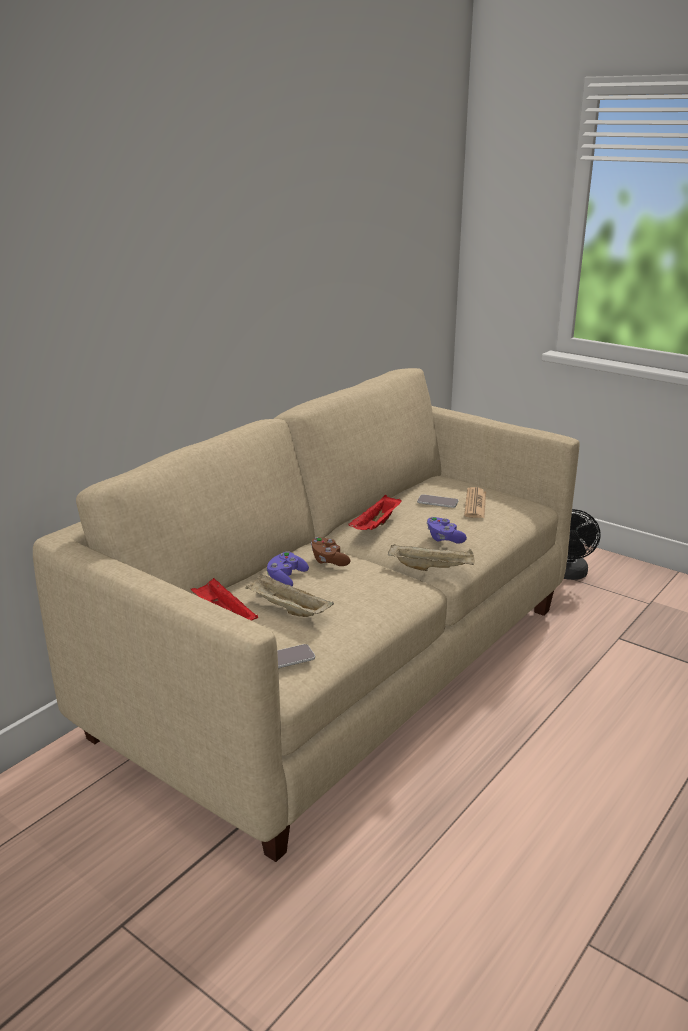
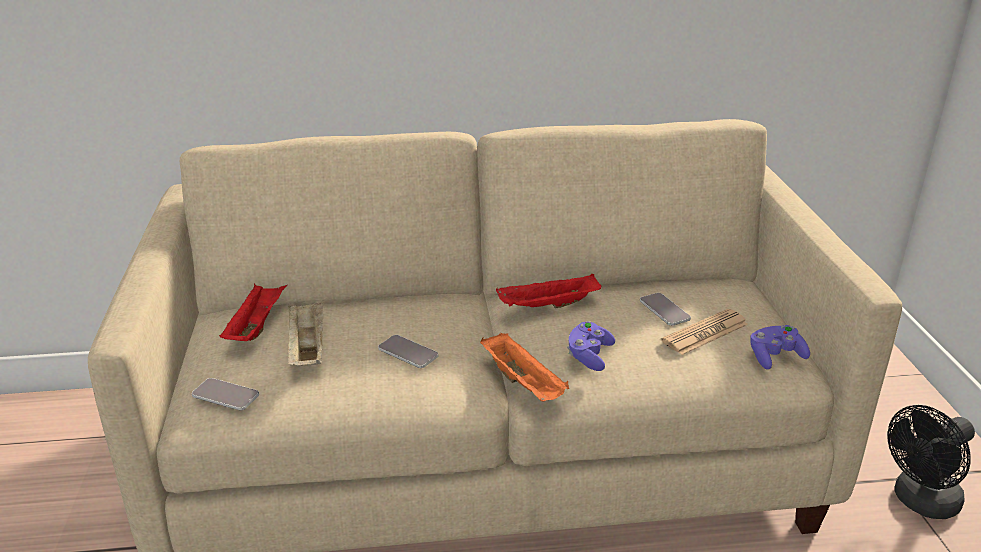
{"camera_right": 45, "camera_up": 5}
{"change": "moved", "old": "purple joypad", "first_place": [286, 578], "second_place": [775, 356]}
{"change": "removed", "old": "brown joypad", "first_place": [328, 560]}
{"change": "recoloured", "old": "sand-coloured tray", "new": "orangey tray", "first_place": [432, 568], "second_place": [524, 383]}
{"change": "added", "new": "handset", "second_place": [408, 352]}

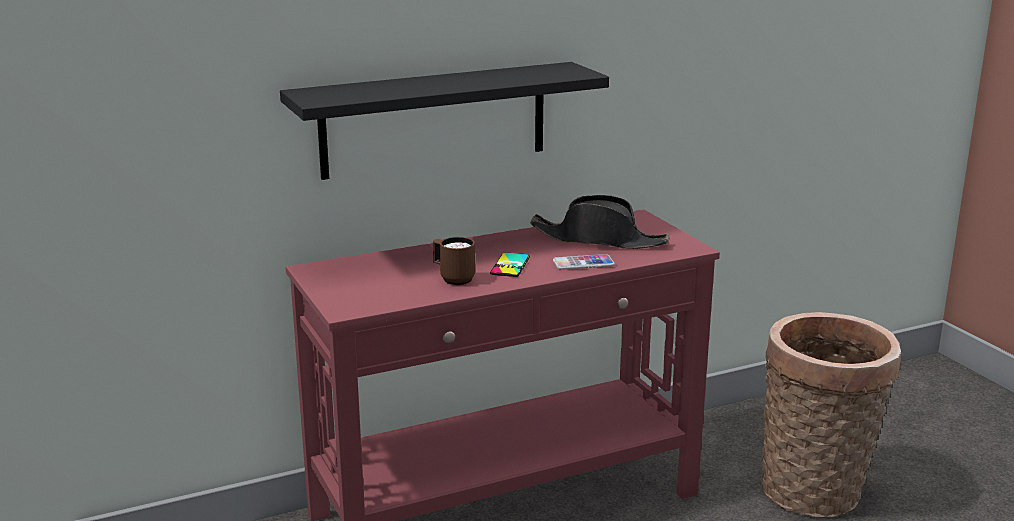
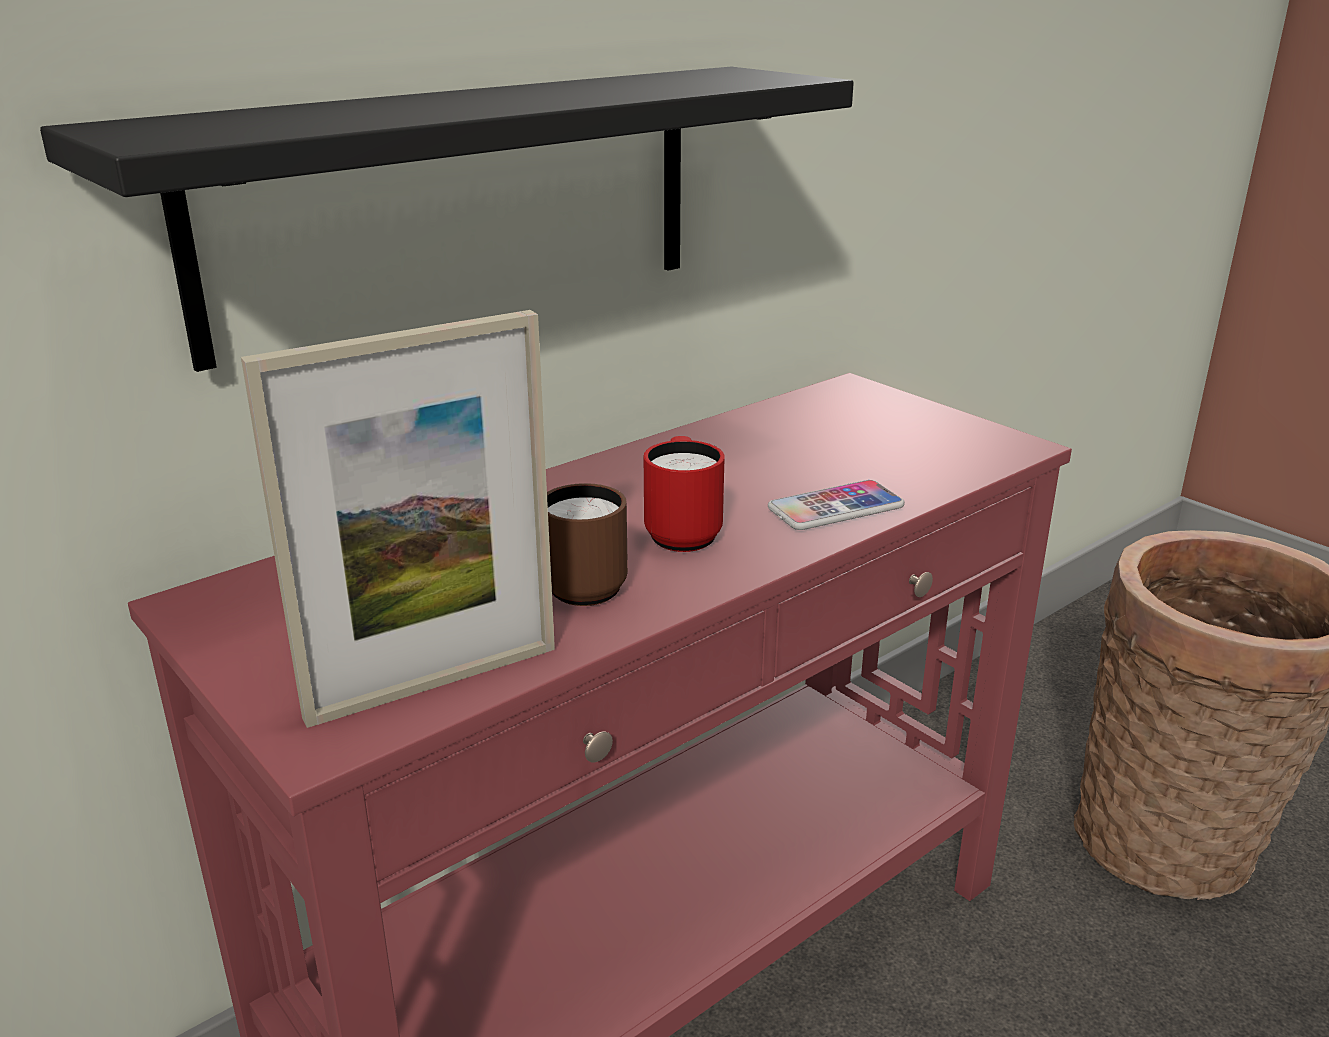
{"camera_right": -15, "camera_up": 5}
{"change": "replaced", "old": "handset", "new": "red coffee mug", "first_place": [510, 265], "second_place": [682, 532]}
{"change": "removed", "old": "blackish clothing hat", "first_place": [599, 240]}
{"change": "added", "new": "picture frame", "second_place": [434, 682]}

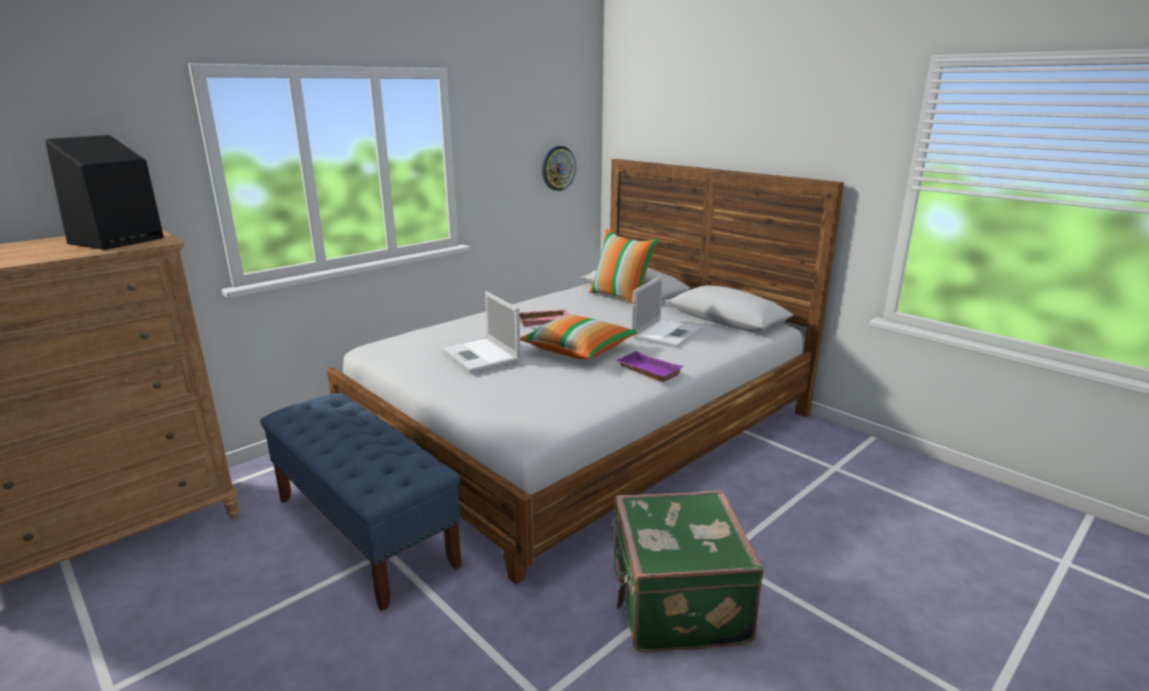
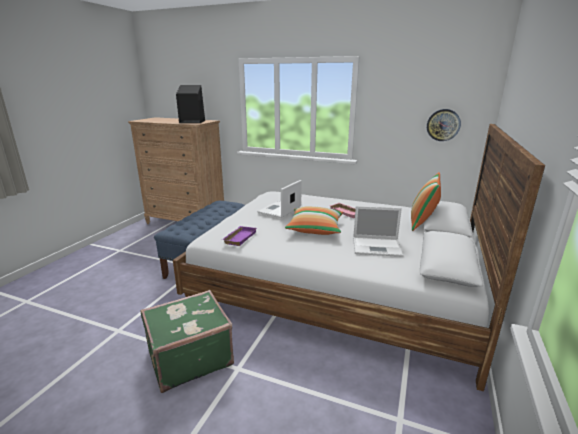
{"camera_right": 65, "camera_up": 0}
{"change": "moved", "old": "purple tray", "first_place": [647, 371], "second_place": [239, 237]}

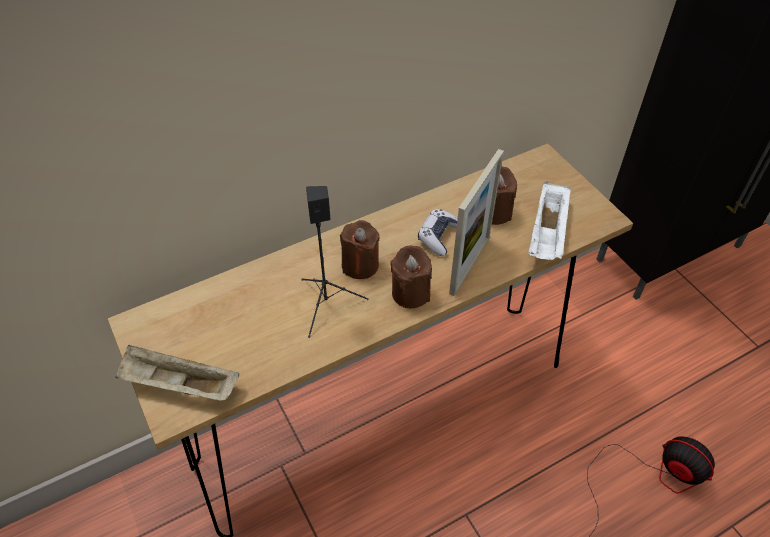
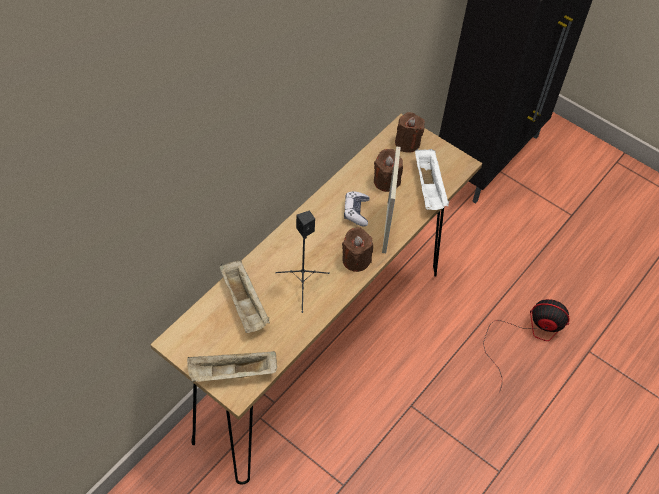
{"camera_right": -25, "camera_up": 5}
{"change": "moved", "old": "brown wax candle", "first_place": [360, 265], "second_place": [407, 143]}
{"change": "added", "new": "sand-coloured tray", "second_place": [245, 304]}

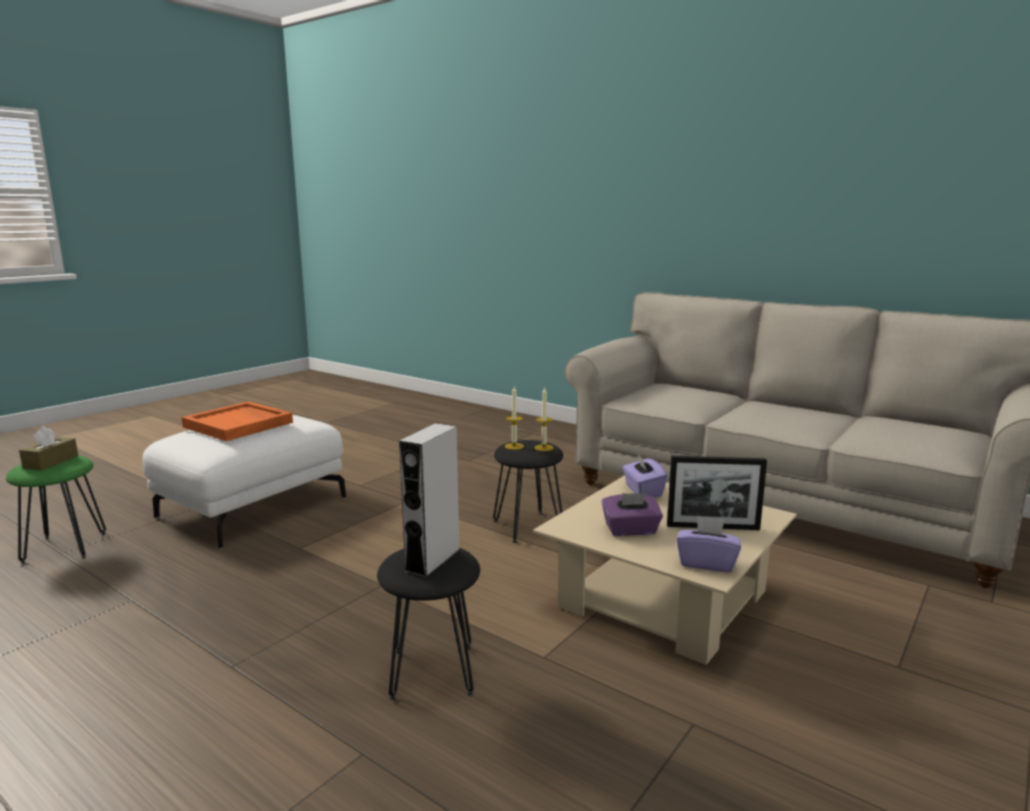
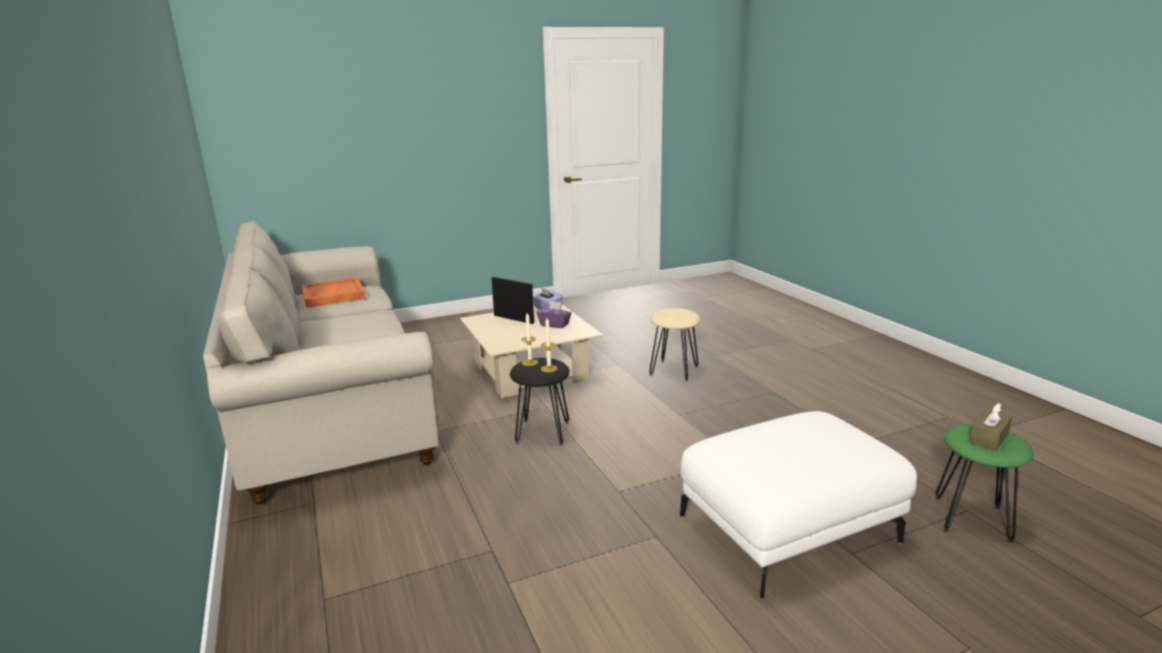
{"camera_right": -150, "camera_up": 5}
{"change": "moved", "old": "orangey tray", "first_place": [239, 425], "second_place": [333, 295]}
{"change": "recoloured", "old": "blackish stool seat", "new": "sand-coloured stool seat", "first_place": [432, 672], "second_place": [674, 370]}
{"change": "removed", "old": "gray loudspeaker", "first_place": [432, 560]}
{"change": "removed", "old": "purple box of tissues", "first_place": [643, 491]}

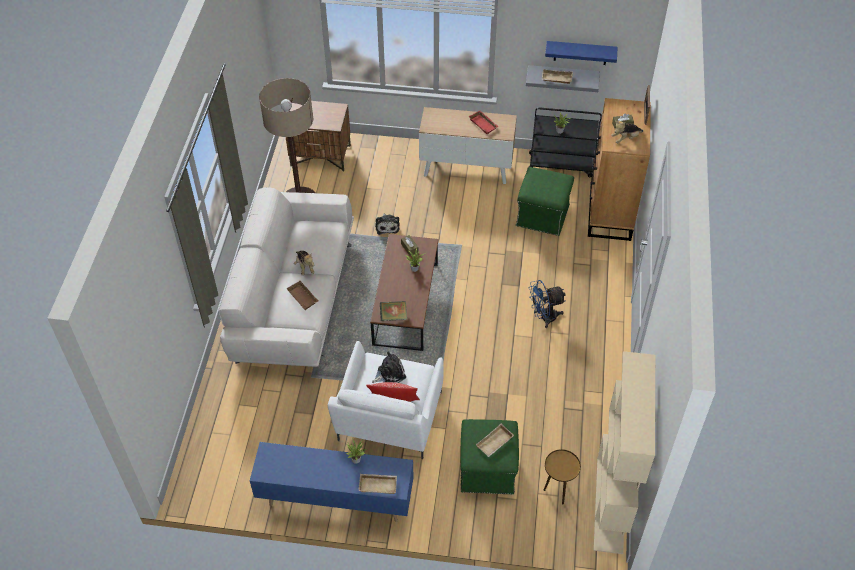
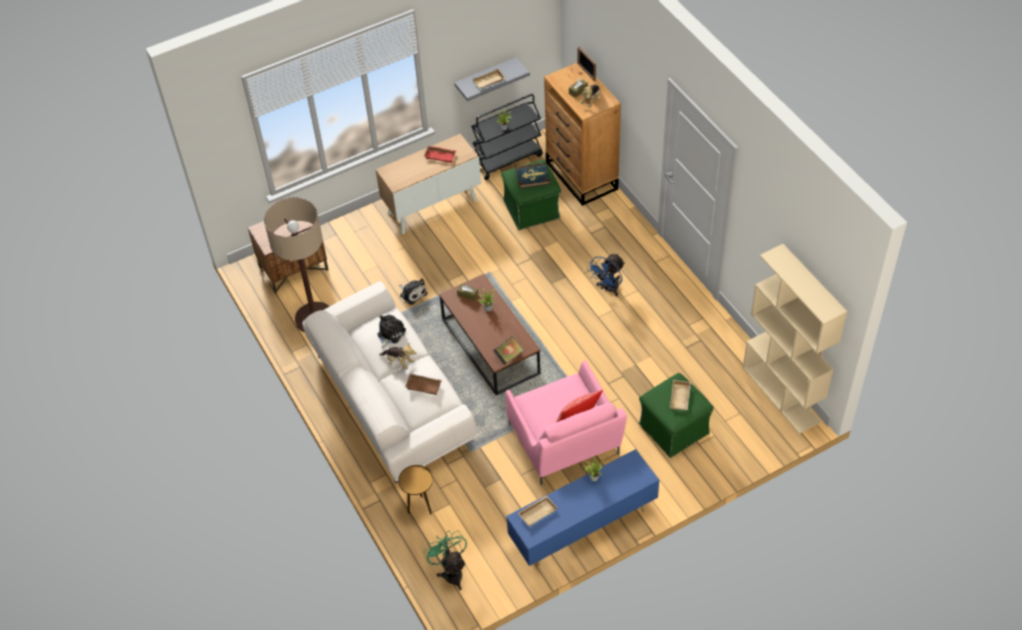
{"camera_right": -35, "camera_up": 0}
{"change": "recoloured", "old": "white easy chair", "new": "pinkish easy chair", "first_place": [388, 420], "second_place": [565, 443]}
{"change": "moved", "old": "sand-coloured tray", "first_place": [378, 484], "second_place": [537, 512]}
{"change": "moved", "old": "plush toy", "first_place": [389, 373], "second_place": [390, 334]}
{"change": "moved", "old": "brown accent table", "first_place": [557, 492], "second_place": [420, 507]}
{"change": "removed", "old": "bluish bracket shelf", "first_place": [580, 53]}
{"change": "added", "new": "greenish cooling fan", "second_place": [451, 572]}
{"change": "added", "new": "book", "second_place": [532, 177]}

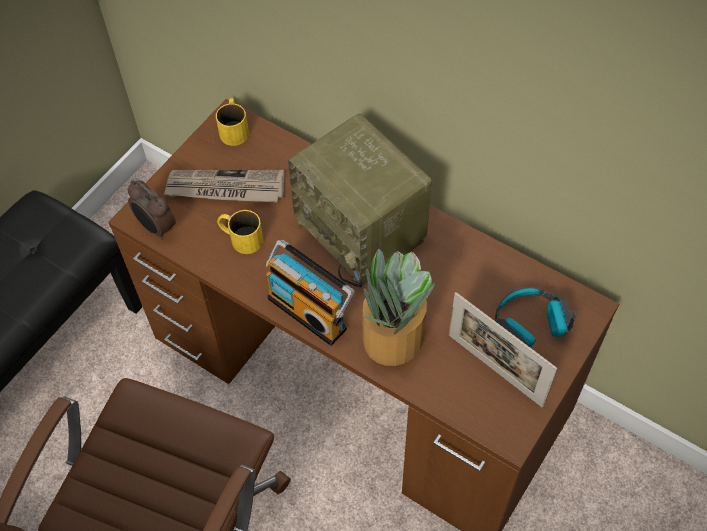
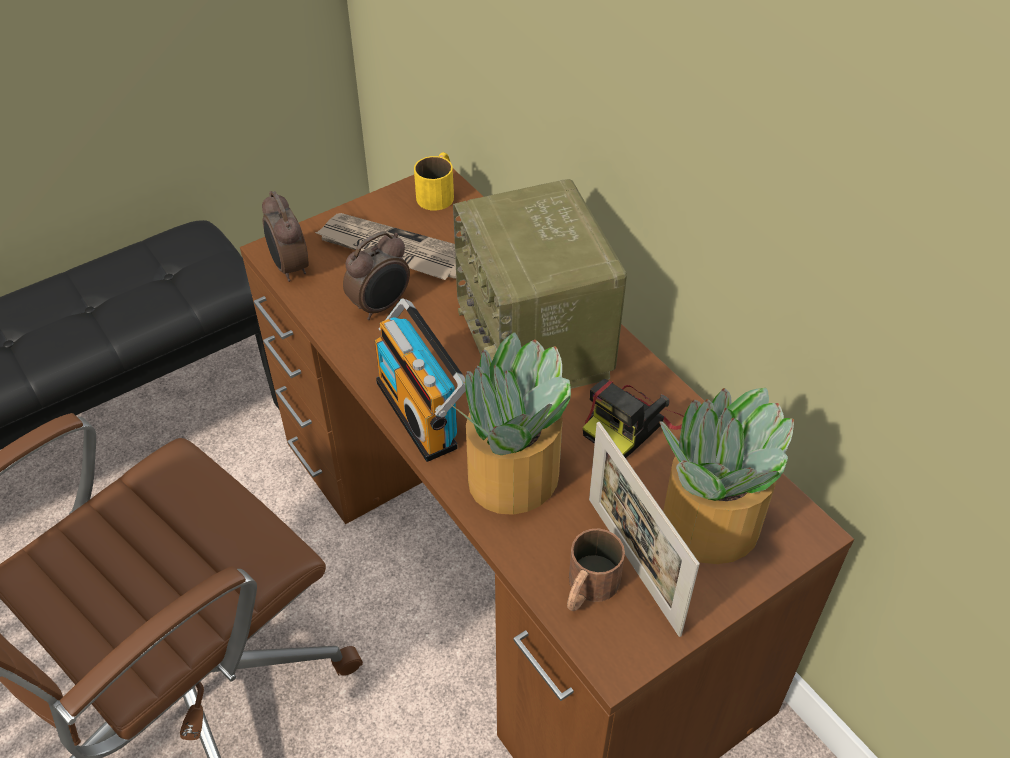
{"camera_right": 20, "camera_up": -10}
{"change": "replaced", "old": "yellowish coffee mug", "new": "alarm clock", "first_place": [240, 237], "second_place": [381, 306]}
{"change": "replaced", "old": "headset", "new": "plant in a pot", "first_place": [529, 326], "second_place": [707, 525]}
{"change": "added", "new": "brown coffee mug", "second_place": [588, 589]}
{"change": "added", "new": "still camera", "second_place": [632, 424]}

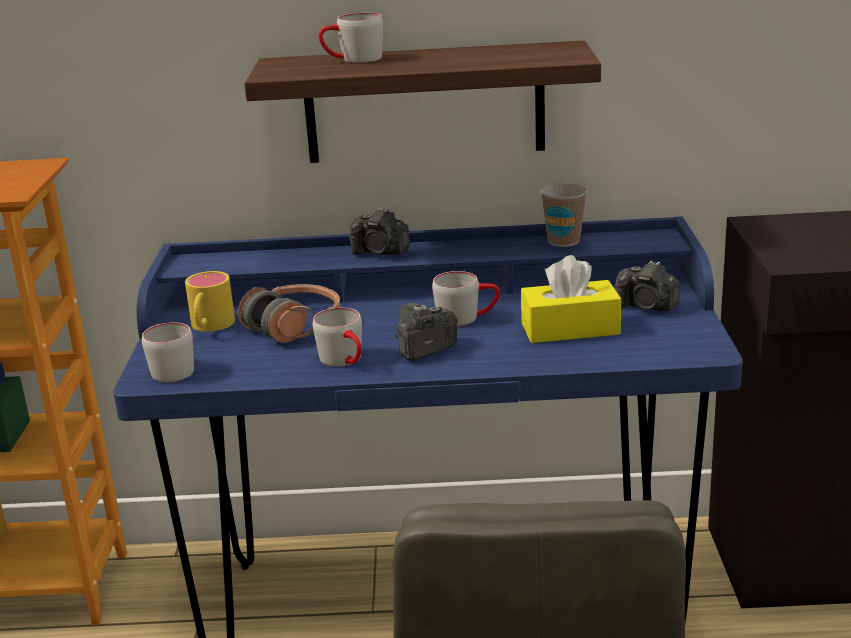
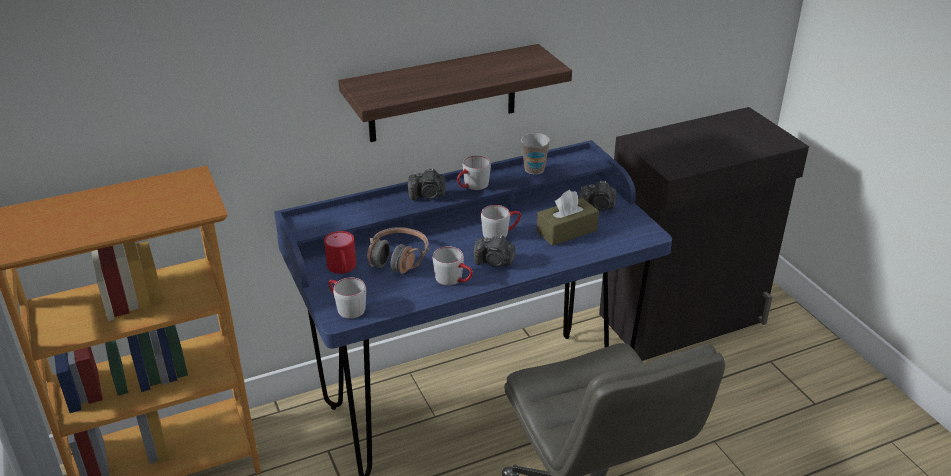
{"camera_right": -25, "camera_up": 10}
{"change": "recoloured", "old": "yellowish coffee mug", "new": "red coffee mug", "first_place": [209, 327], "second_place": [342, 269]}
{"change": "moved", "old": "gray coffee mug", "first_place": [353, 60], "second_place": [472, 186]}
{"change": "turned", "old": "still camera", "first_place": [424, 350], "second_place": [494, 262], "degrees": -105}
{"change": "recoloured", "old": "yellowish box of tissues", "new": "brown box of tissues", "first_place": [570, 329], "second_place": [567, 231]}

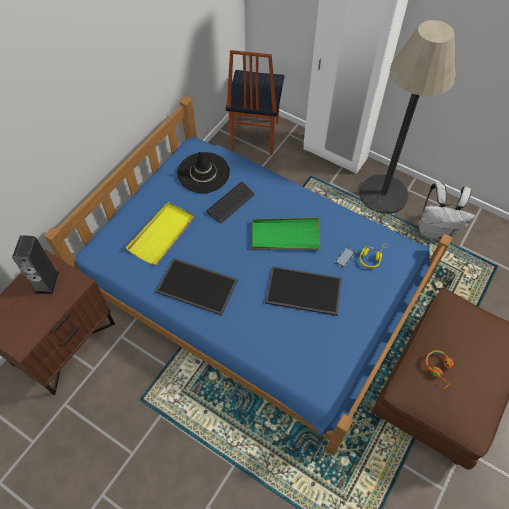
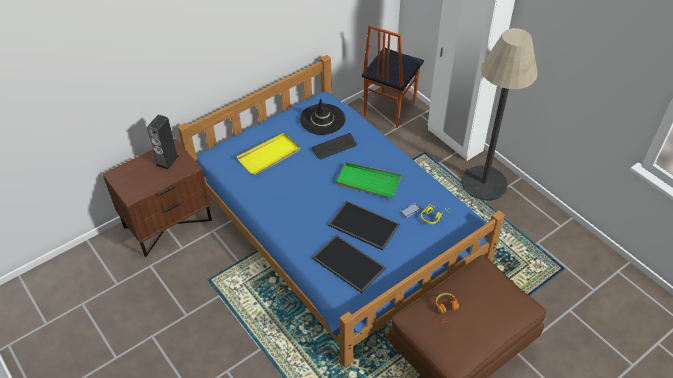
{"camera_right": 20, "camera_up": -10}
{"change": "moved", "old": "tray", "first_place": [198, 285], "second_place": [350, 263]}
{"change": "removed", "old": "white rucksack", "first_place": [435, 231]}

